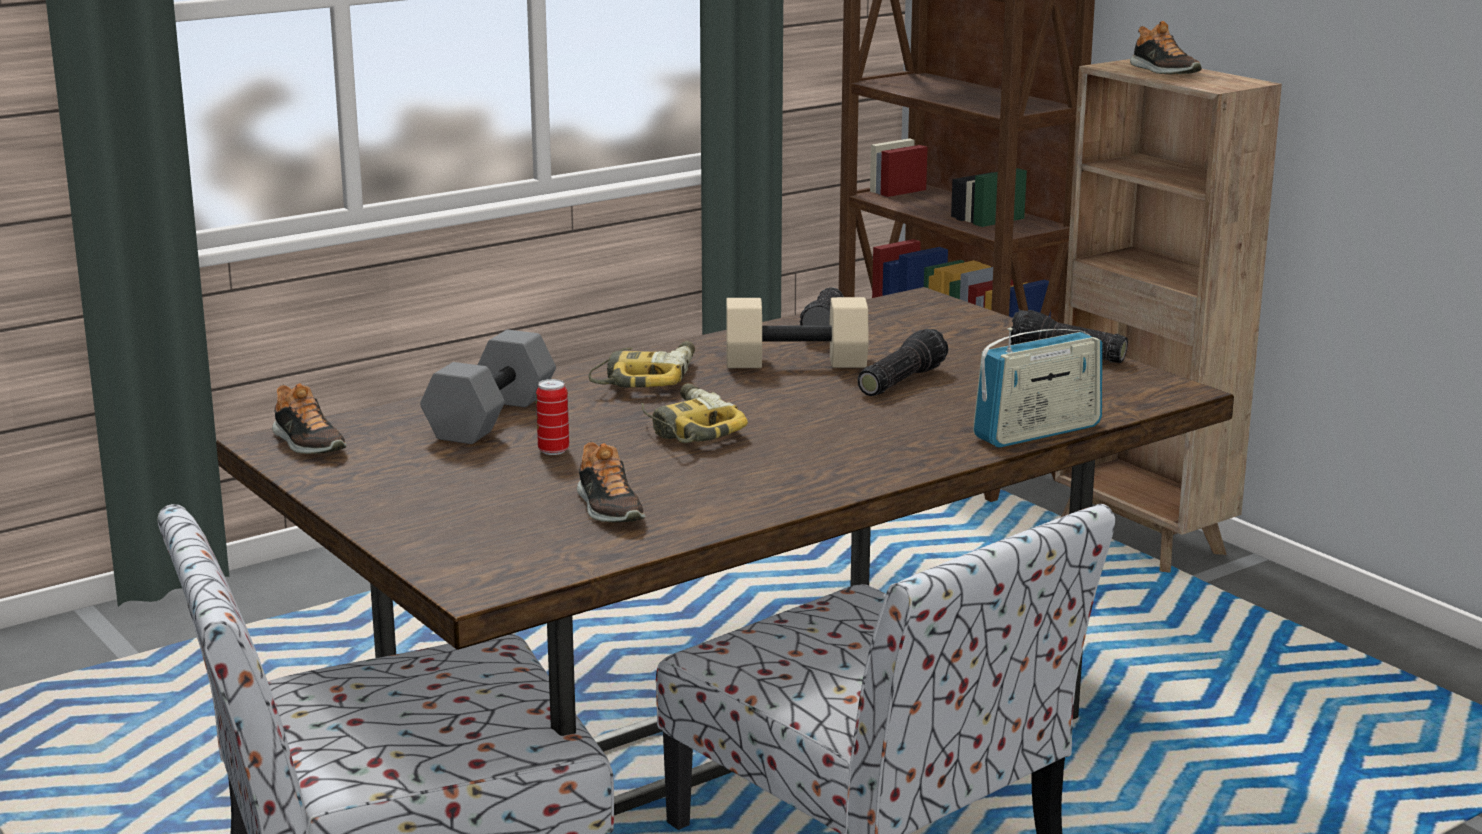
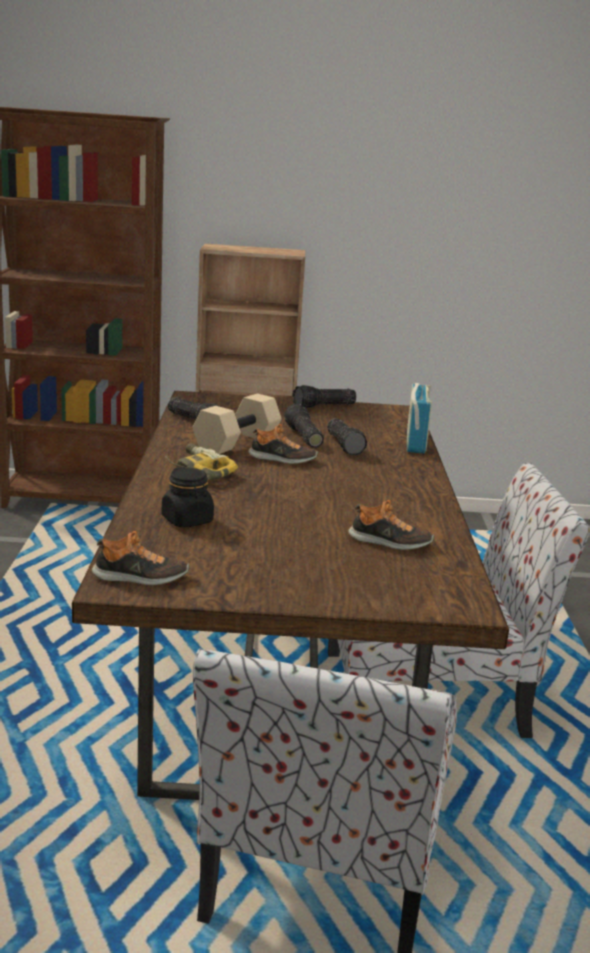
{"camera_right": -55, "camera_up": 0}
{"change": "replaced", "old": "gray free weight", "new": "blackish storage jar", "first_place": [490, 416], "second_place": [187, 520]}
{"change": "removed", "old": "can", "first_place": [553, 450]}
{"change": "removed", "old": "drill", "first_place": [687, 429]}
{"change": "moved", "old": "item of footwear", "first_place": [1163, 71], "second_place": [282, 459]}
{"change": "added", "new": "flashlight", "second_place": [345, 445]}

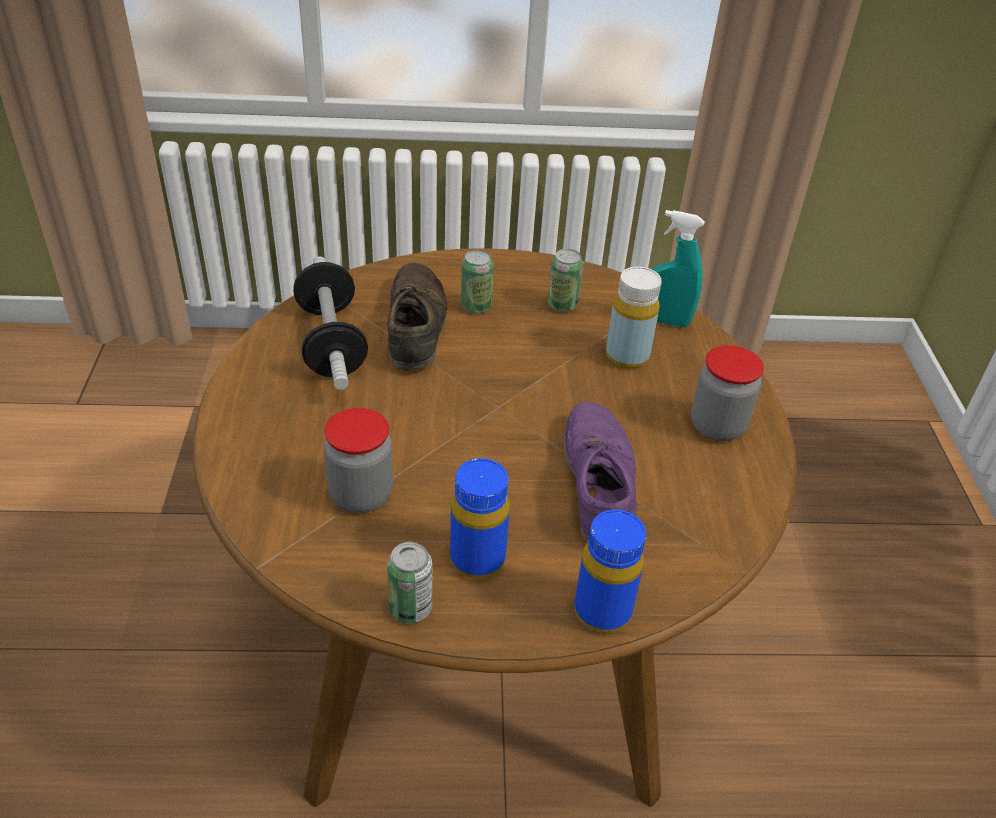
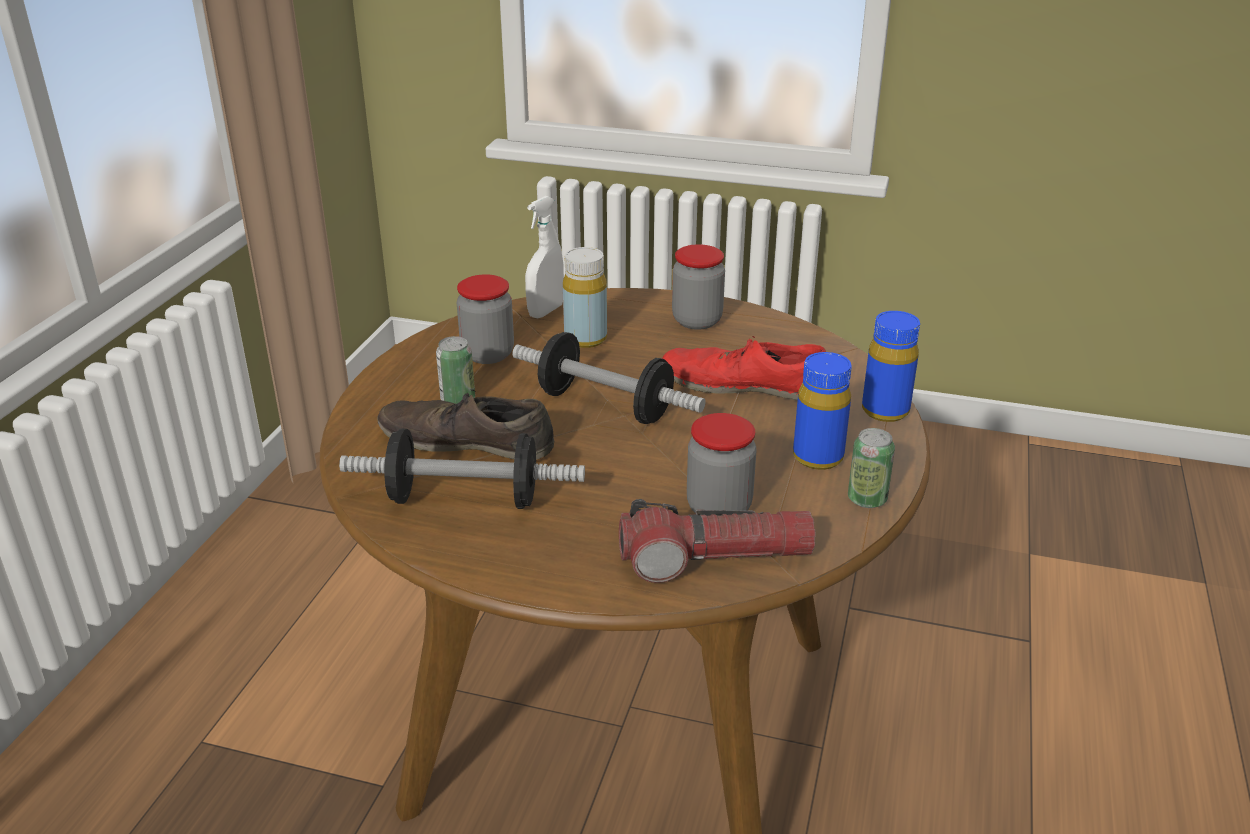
{"camera_right": -70, "camera_up": -10}
{"change": "replaced", "old": "can", "new": "storage jar", "first_place": [562, 305], "second_place": [488, 354]}
{"change": "recoloured", "old": "purple item of footwear", "new": "red item of footwear", "first_place": [598, 482], "second_place": [743, 385]}
{"change": "recoloured", "old": "turquoise-coloured sprayer", "new": "white sprayer", "first_place": [665, 321], "second_place": [546, 311]}
{"change": "added", "new": "free weight", "second_place": [605, 405]}
{"change": "added", "new": "flashlight", "second_place": [715, 559]}

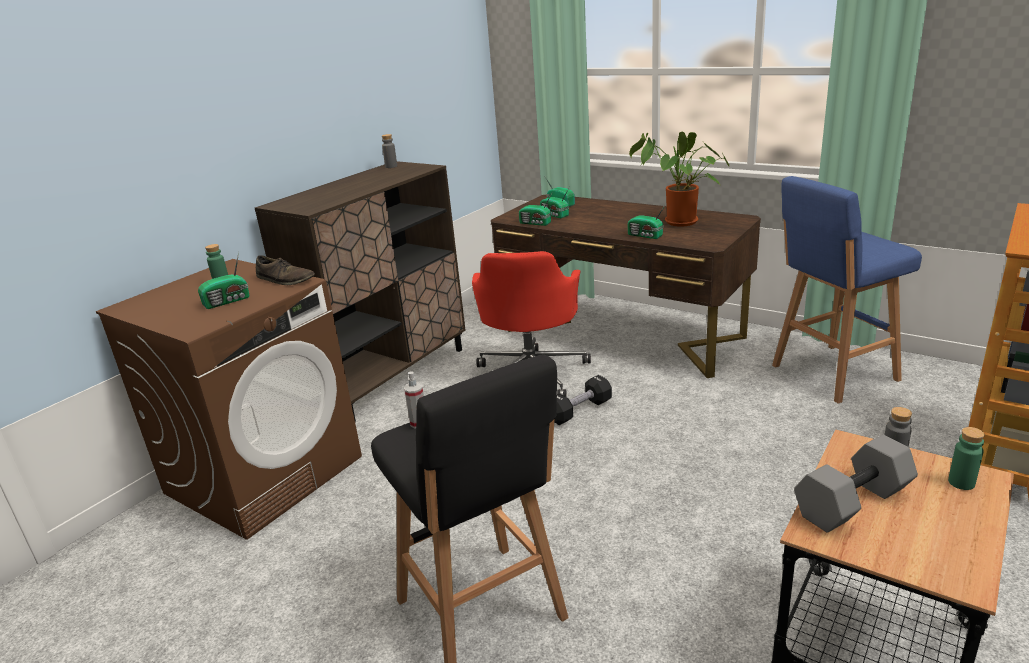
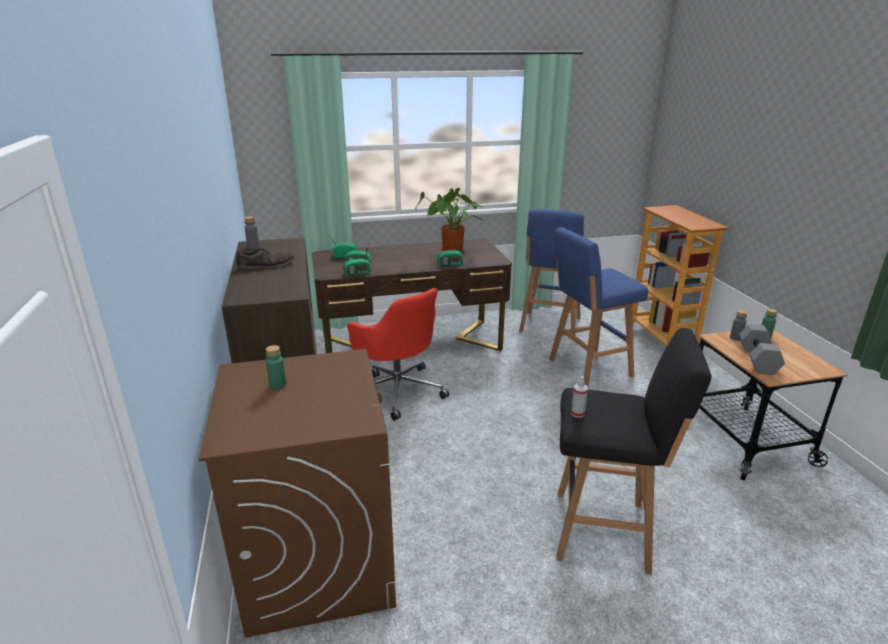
{"camera_right": -50, "camera_up": 0}
{"change": "removed", "old": "radio receiver", "first_place": [228, 301]}
{"change": "moved", "old": "brown item of footwear", "first_place": [285, 279], "second_place": [267, 265]}
{"change": "removed", "old": "blackish free weight", "first_place": [579, 410]}
{"change": "added", "new": "bluish stool seat", "second_place": [587, 368]}

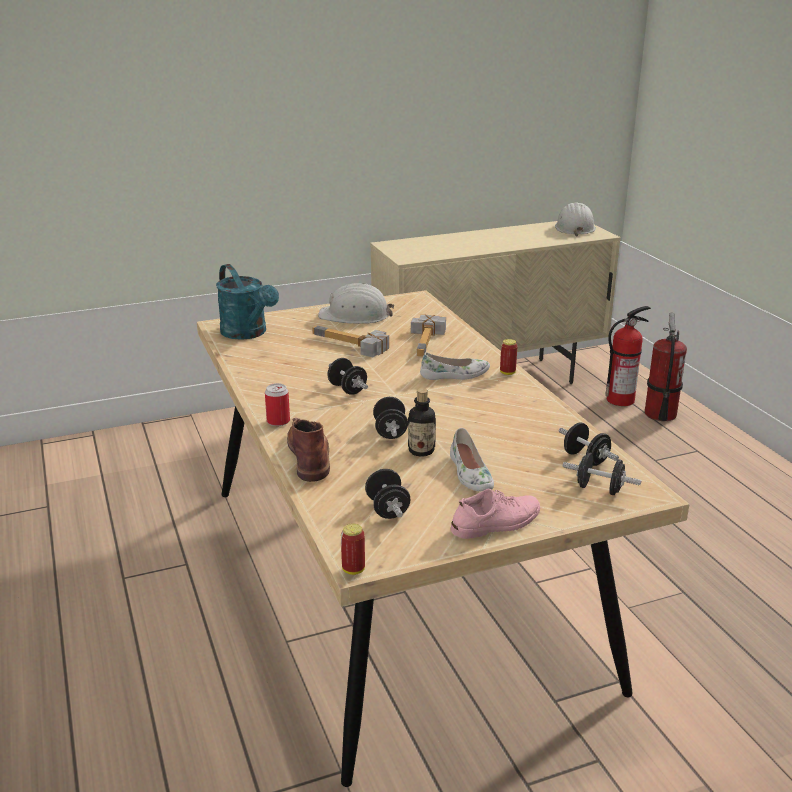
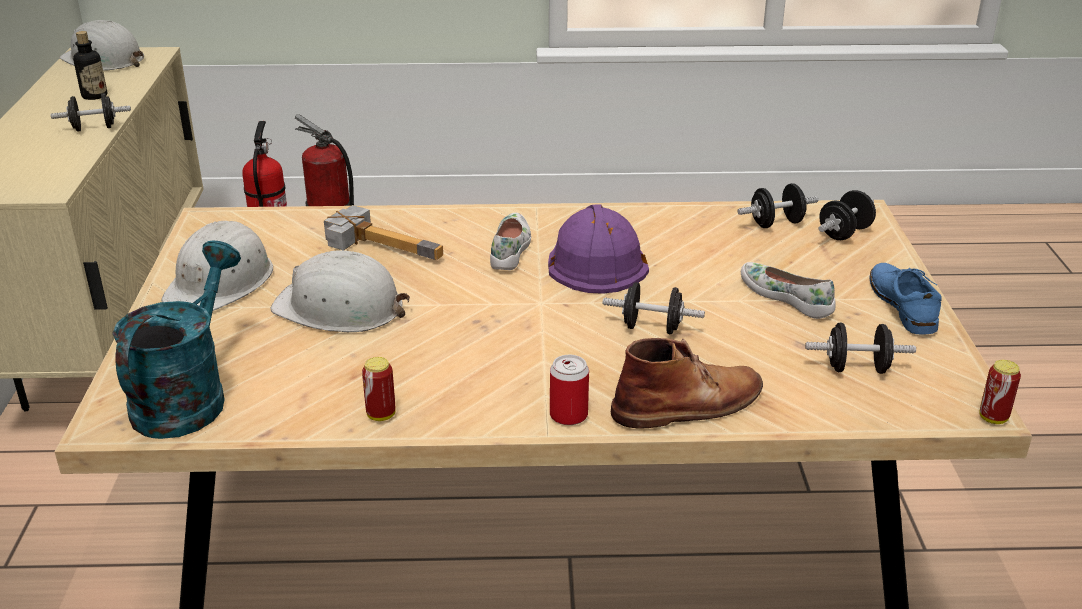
{"camera_right": -70, "camera_up": 5}
{"change": "turned", "old": "turquoise-coloured watering pot", "first_place": [248, 333], "second_place": [187, 396], "degrees": -60}
{"change": "turned", "old": "brown high-top boot", "first_place": [309, 455], "second_place": [689, 404], "degrees": 150}
{"change": "replaced", "old": "hand hammer", "new": "white safety helmet", "first_place": [349, 346], "second_place": [340, 308]}
{"change": "moved", "old": "blackish free weight", "first_place": [347, 389], "second_place": [94, 128]}
{"change": "moved", "old": "bottle", "first_place": [421, 451], "second_place": [94, 96]}
{"change": "turned", "old": "white item of footwear", "first_place": [469, 473], "second_place": [786, 297], "degrees": -135}
{"change": "recoloured", "old": "pinkish item of footwear", "new": "bluish item of footwear", "first_place": [496, 523], "second_place": [902, 305]}
{"change": "moved", "old": "can", "first_place": [507, 373], "second_place": [381, 415]}
{"change": "added", "new": "purple safety helmet", "second_place": [595, 260]}

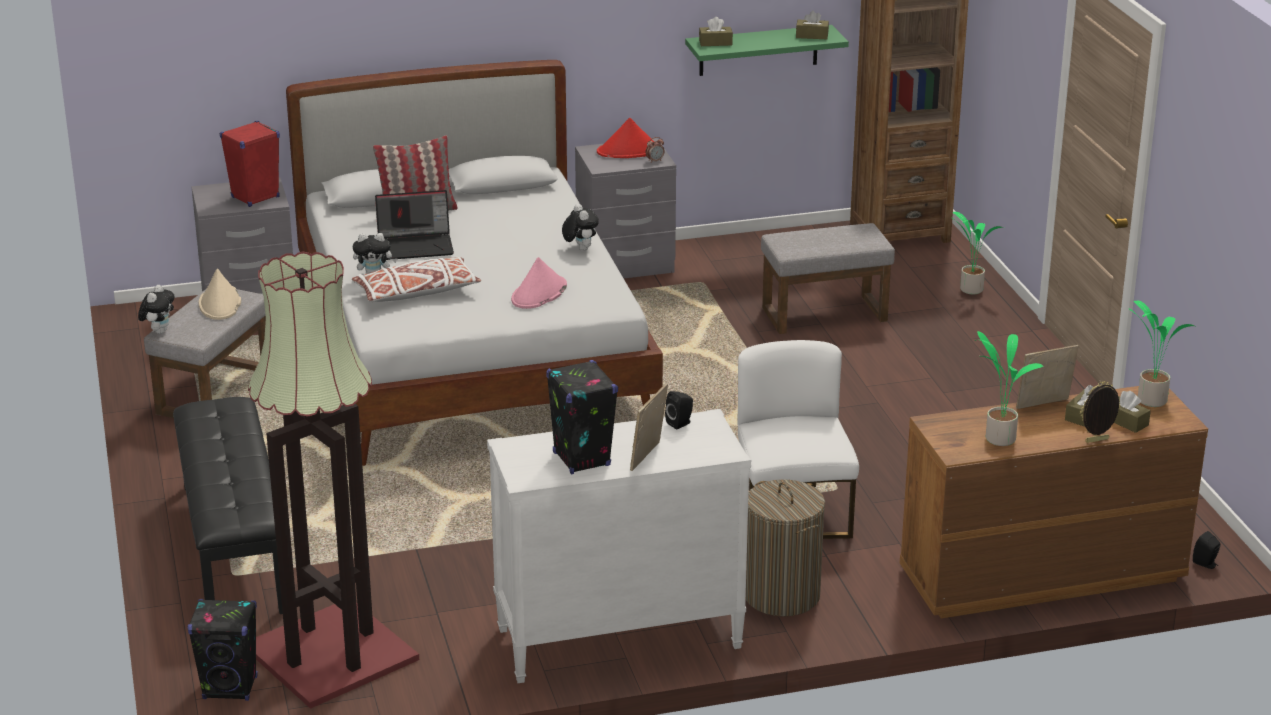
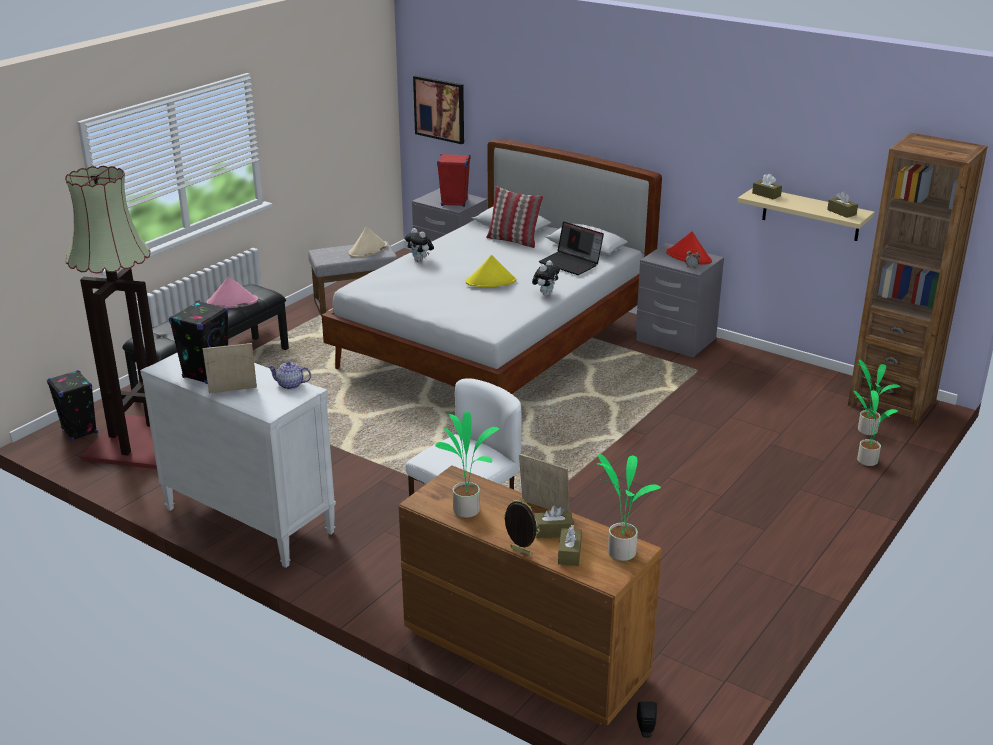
{"camera_right": 50, "camera_up": 0}
{"change": "removed", "old": "plush toy", "first_place": [159, 331]}
{"change": "removed", "old": "white pillow", "first_place": [416, 292]}
{"change": "moved", "old": "laptop", "first_place": [416, 245], "second_place": [571, 263]}
{"change": "moved", "old": "pinkish clothing hat", "first_place": [539, 294], "second_place": [232, 302]}
{"change": "replaced", "old": "blackish loudspeaker", "new": "teapot", "first_place": [680, 423], "second_place": [290, 385]}
{"change": "recoloured", "old": "greenish bracket shelf", "new": "sand-coloured bracket shelf", "first_place": [758, 50], "second_place": [811, 214]}
{"change": "removed", "old": "laundry basket", "first_place": [782, 595]}
{"change": "removed", "old": "gray ottoman", "first_place": [823, 315]}
{"change": "added", "new": "wall picture", "second_place": [440, 109]}
{"change": "added", "new": "yellowish clothing hat", "second_place": [491, 281]}
{"change": "added", "new": "plant in a pot", "second_place": [866, 430]}

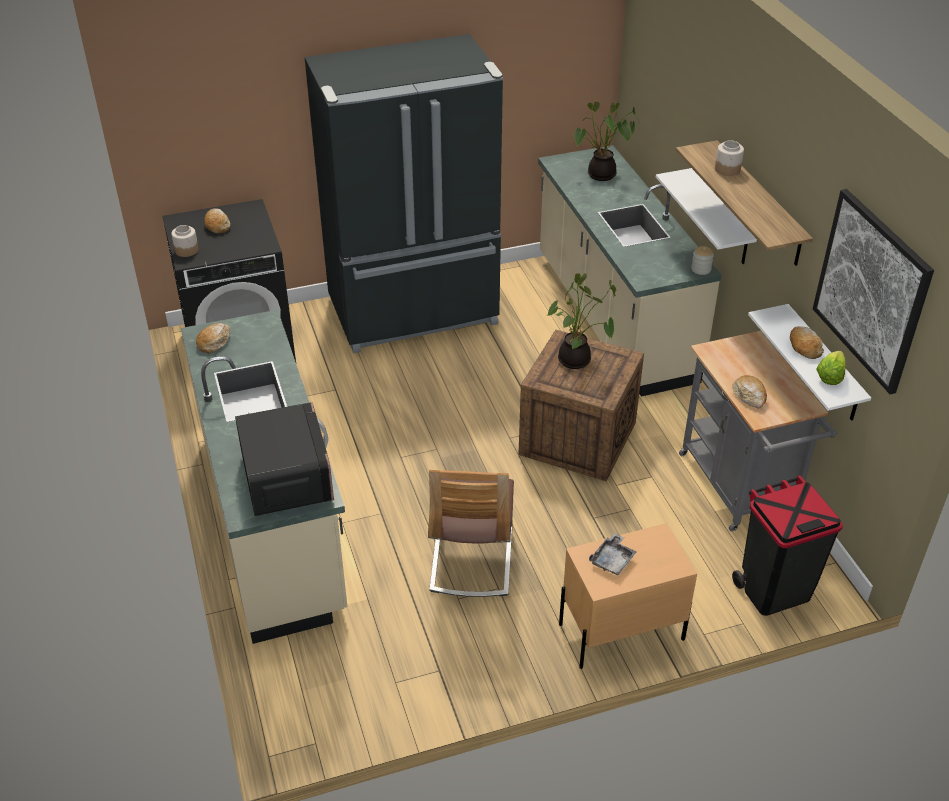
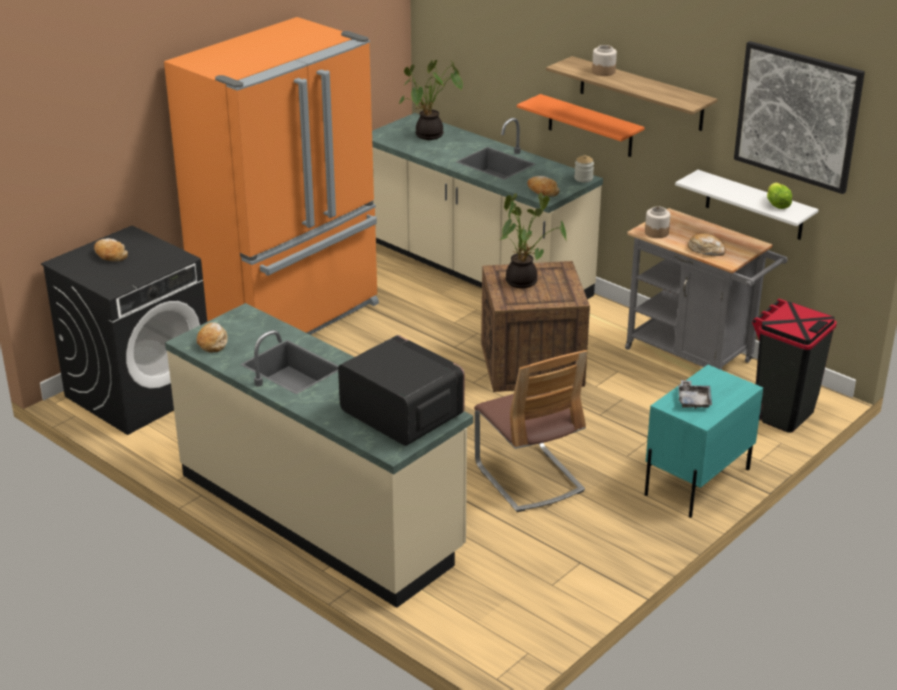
{"camera_right": -30, "camera_up": -10}
{"change": "moved", "old": "storage jar", "first_place": [187, 250], "second_place": [656, 233]}
{"change": "recoloured", "old": "blackish kitchen fridge", "new": "orangey kitchen fridge", "first_place": [415, 312], "second_place": [290, 317]}
{"change": "recoloured", "old": "sand-coloured nightstand", "new": "turquoise-coloured nightstand", "first_place": [620, 631], "second_place": [697, 482]}
{"change": "recoloured", "old": "white bracket shelf", "new": "orangey bracket shelf", "first_place": [720, 218], "second_place": [590, 126]}
{"change": "moved", "old": "bakery bread", "first_place": [804, 347], "second_place": [542, 191]}

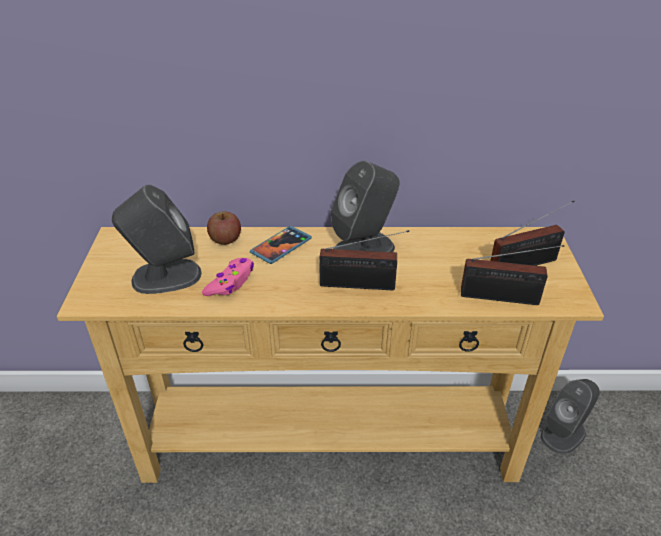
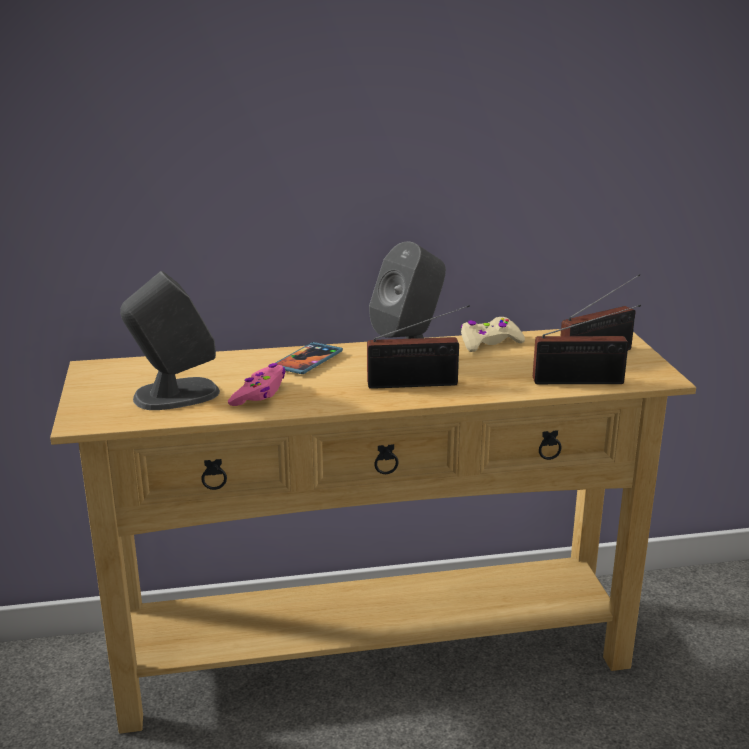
{"camera_right": -10, "camera_up": -15}
{"change": "removed", "old": "whole apple", "first_place": [225, 239]}
{"change": "removed", "old": "gray loudspeaker", "first_place": [563, 433]}
{"change": "added", "new": "sand-coloured joypad", "second_place": [489, 342]}

